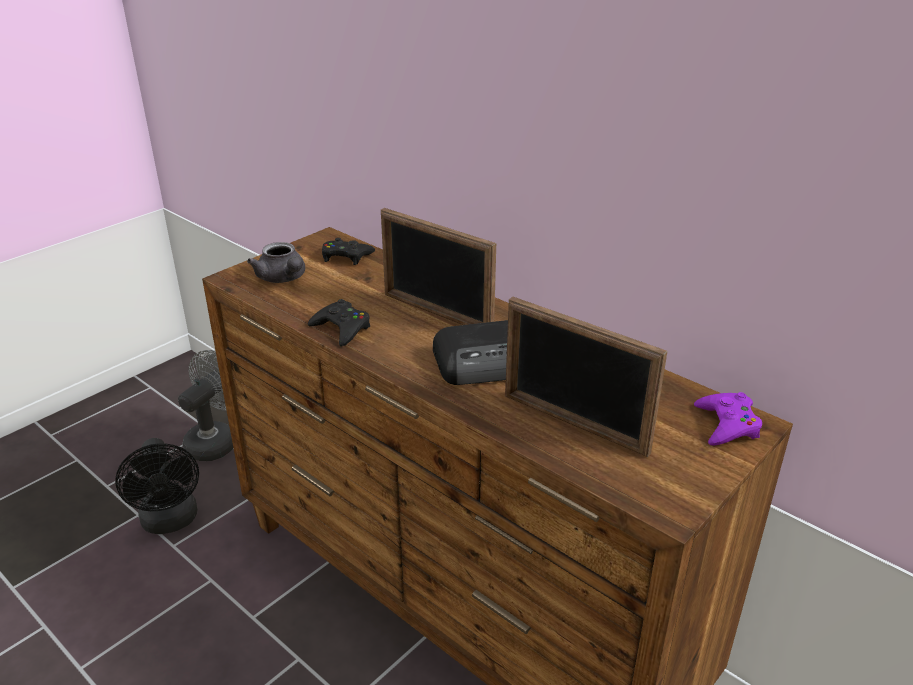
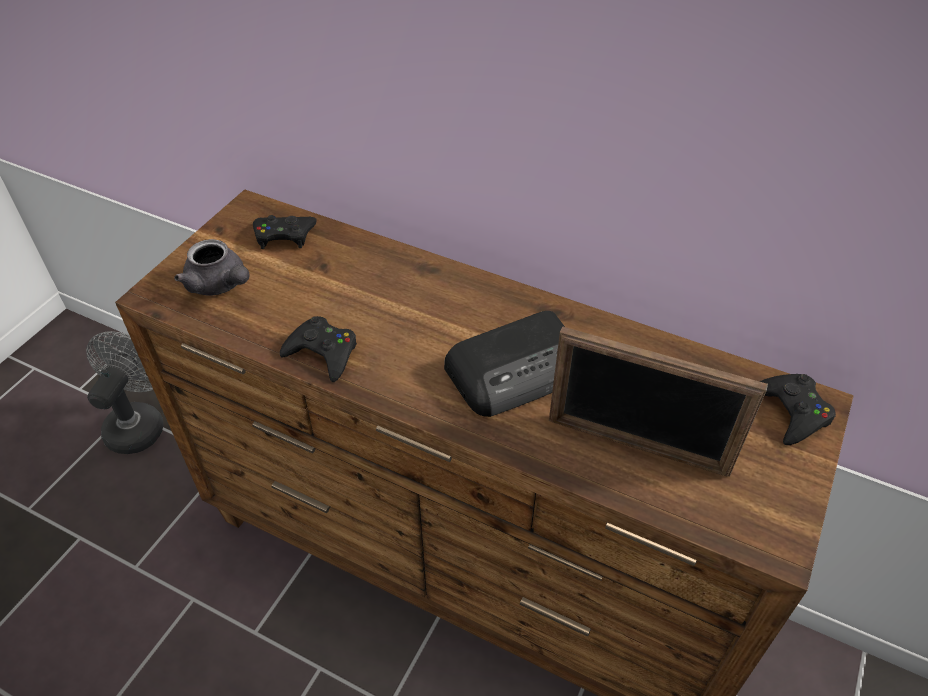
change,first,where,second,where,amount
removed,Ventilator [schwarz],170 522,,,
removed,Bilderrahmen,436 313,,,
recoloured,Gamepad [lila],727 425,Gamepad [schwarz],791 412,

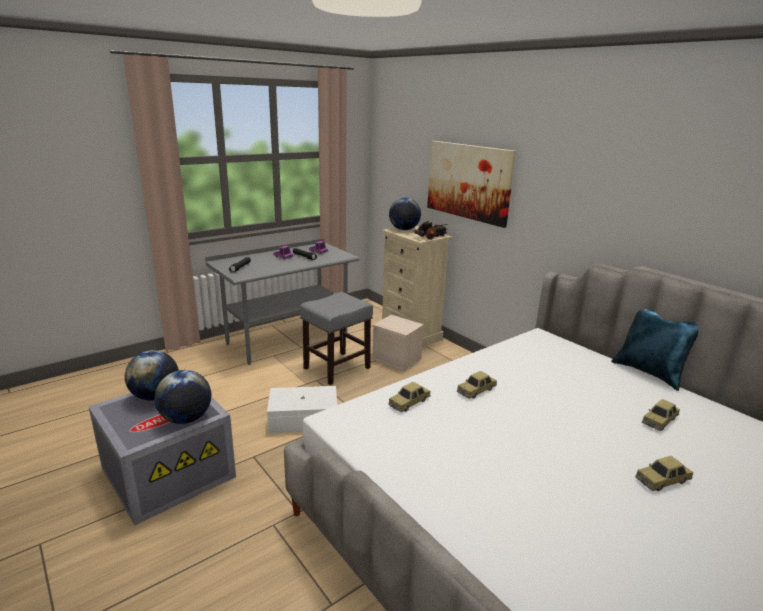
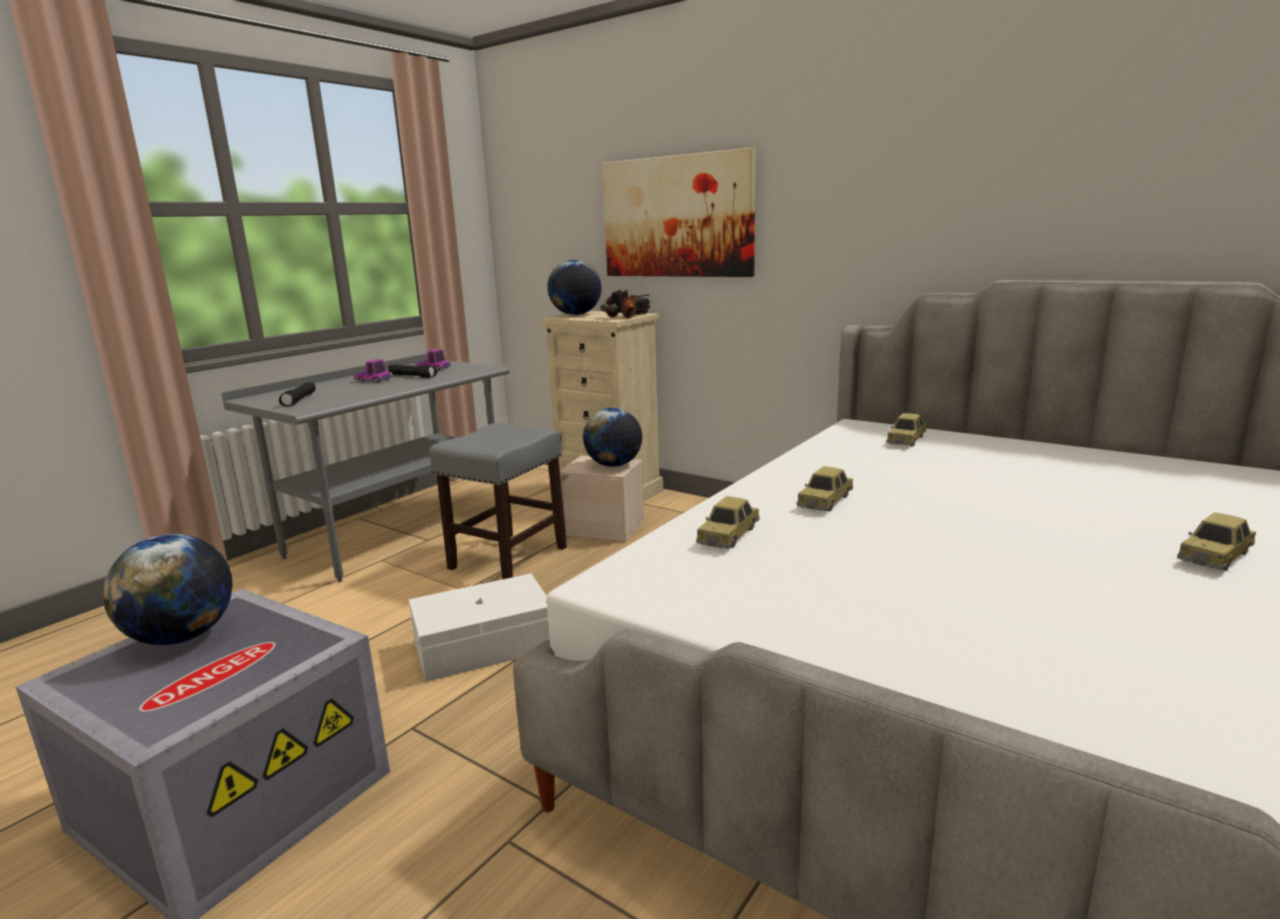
change,first,where,second,where,amount
moved,Globus,186 419,,614 465,
removed,Kissen [blau],649 373,,,
moved,Spielzeugauto,659 420,,906 440,

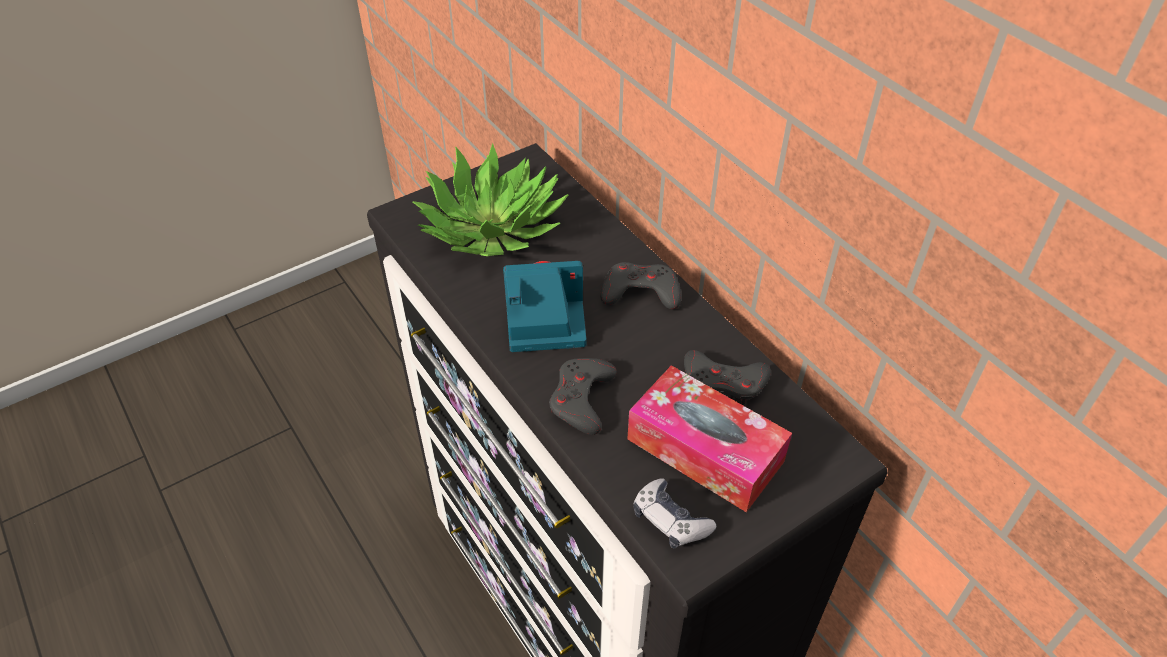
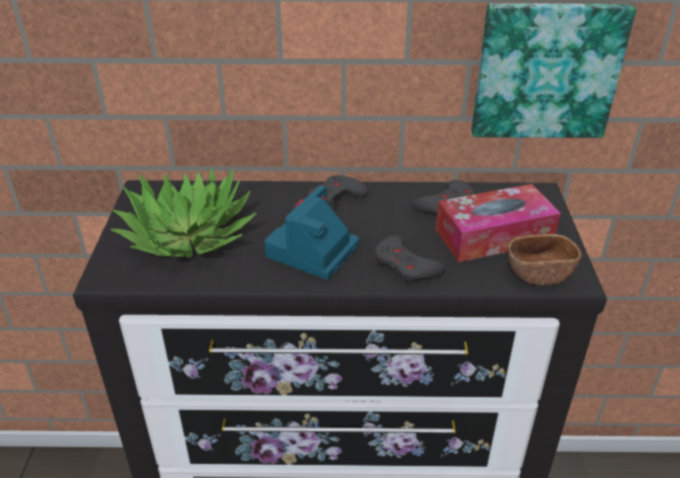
change,first,where,second,where,amount
replaced,Gamepad,670 520,Schüssel [braun],538 273,
added,,,Bild,546 70,

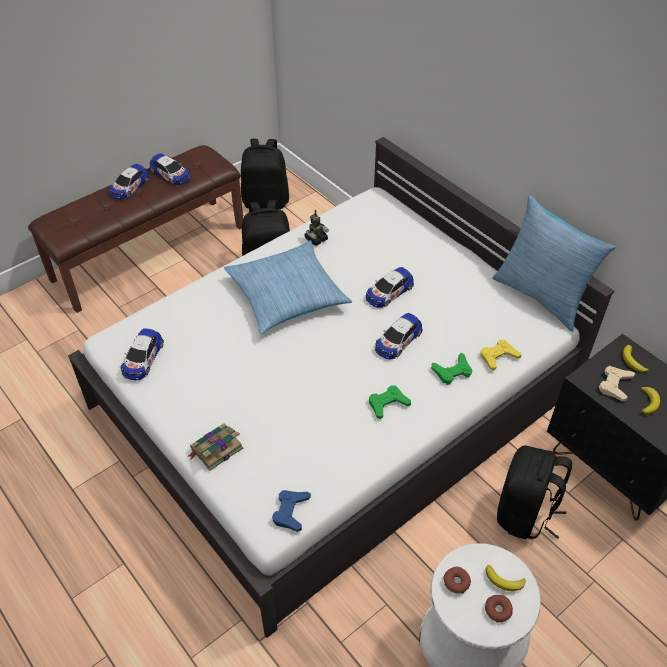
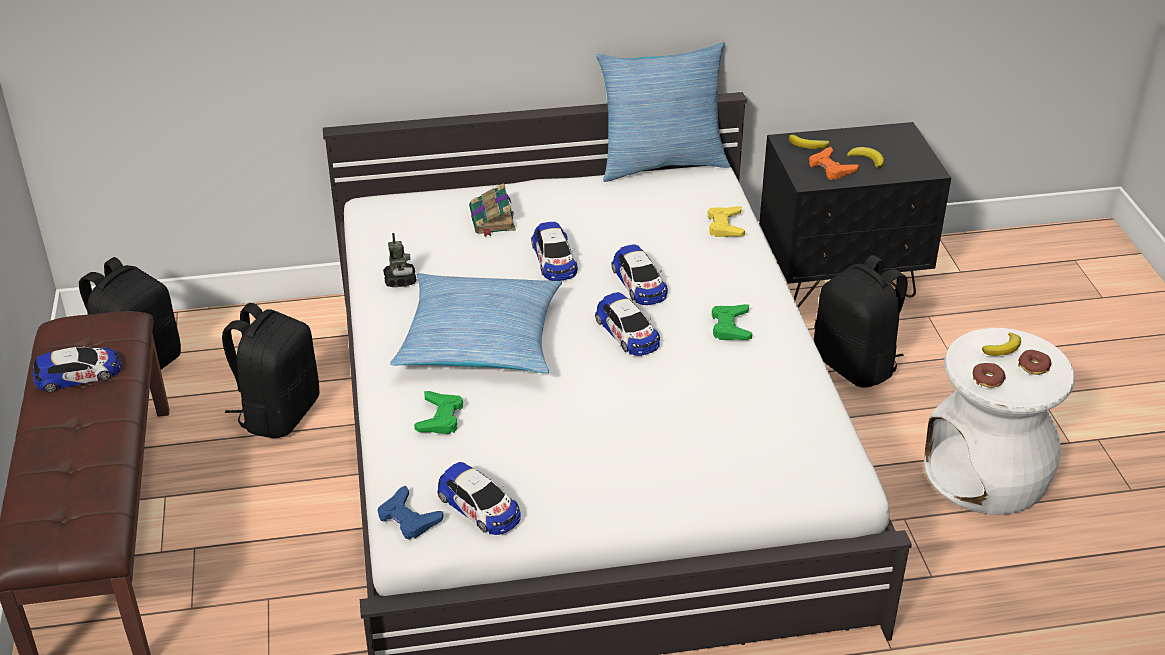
change,first,where,second,where,amount
moved,Spielzeugauto,129 186,,627 332,
moved,Buch,215 449,,492 220,
moved,Gamepad [blau],291 511,,408 518,
moved,Gamepad [grün],452 372,,440 417,
recoloured,Gamepad [beige],615 385,Gamepad [orange],831 168,

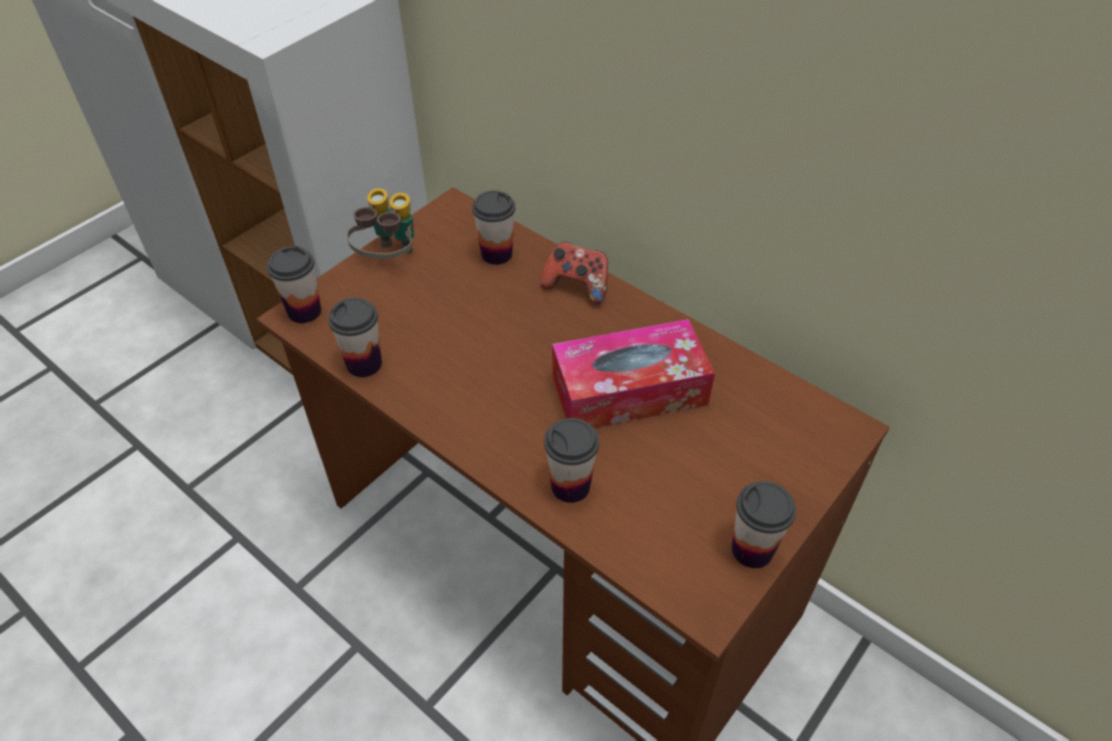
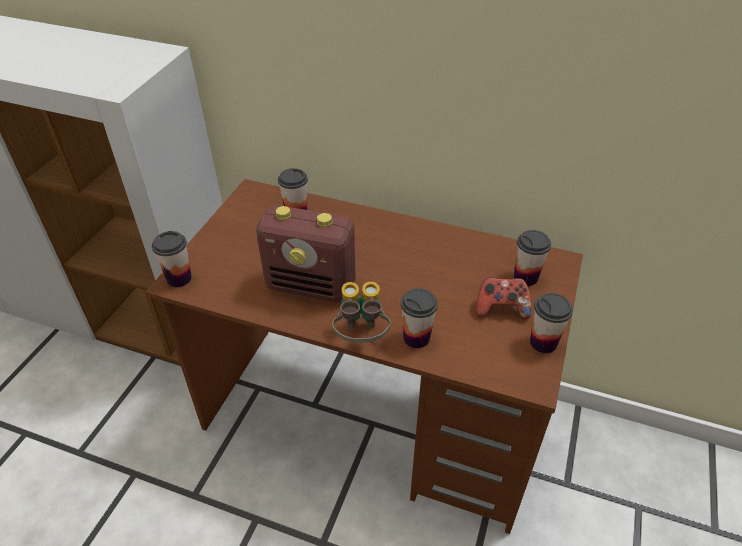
change,first,where,second,where,amount
moved,Tasse,364 364,,525 277,
moved,Fernglas,389 259,,361 337,
moved,Gamepad,577 286,,501 309,
removed,Taschentuchbox,629 390,,,
added,,,Radio,312 286,

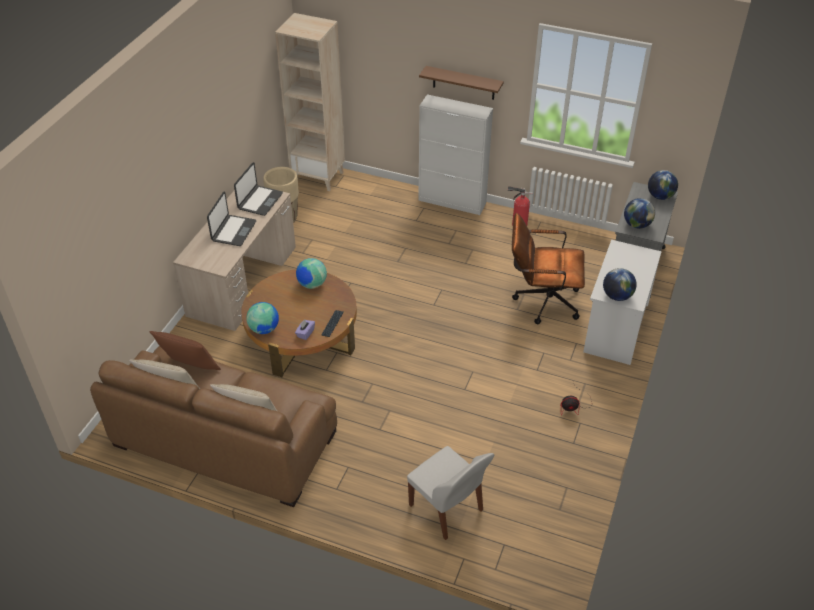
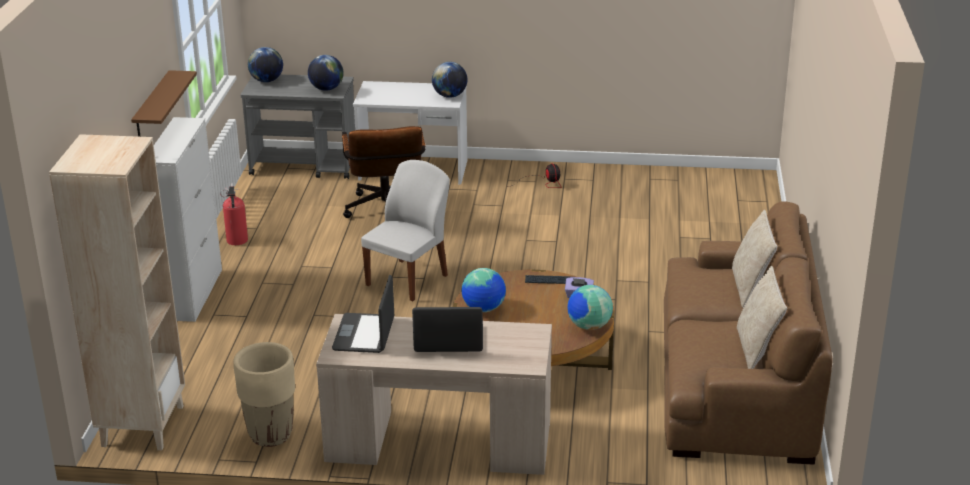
change,first,where,second,where,amount
removed,Kissen [braun],190 369,,,
turned,Laptop,259 201,,365 334,90 degrees counterclockwise
moved,Stuhl [weiß],447 509,,408 279,

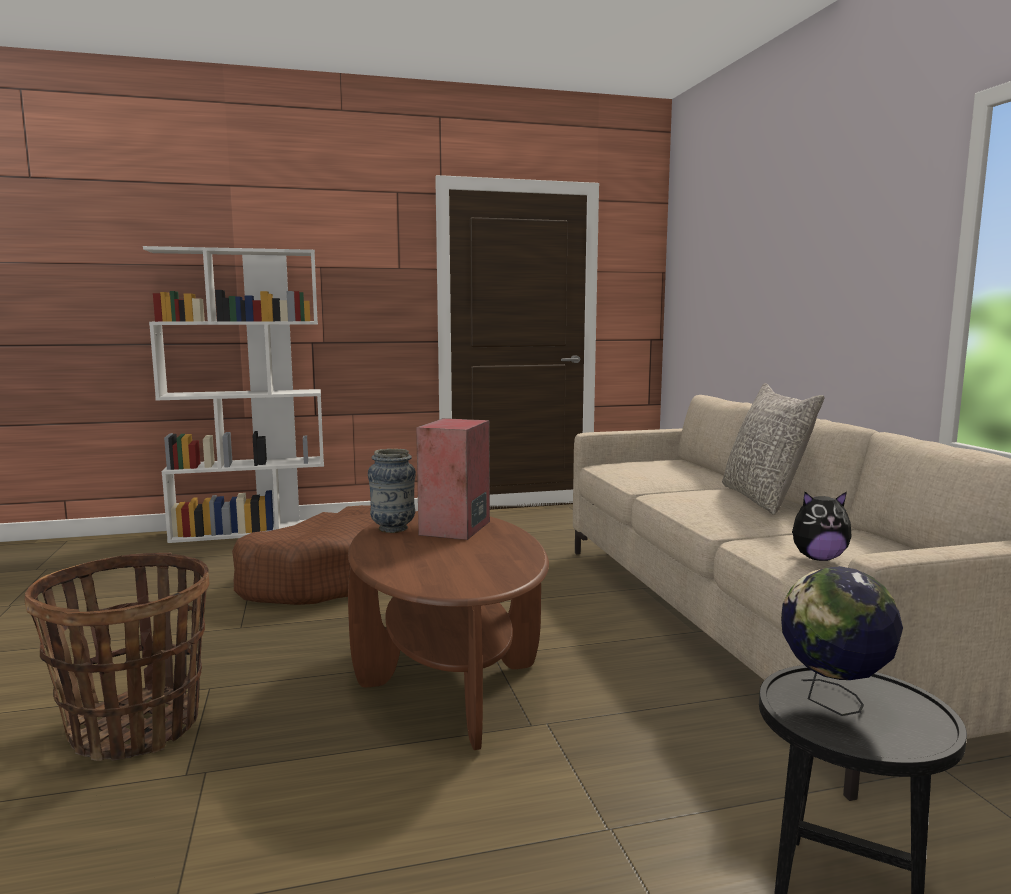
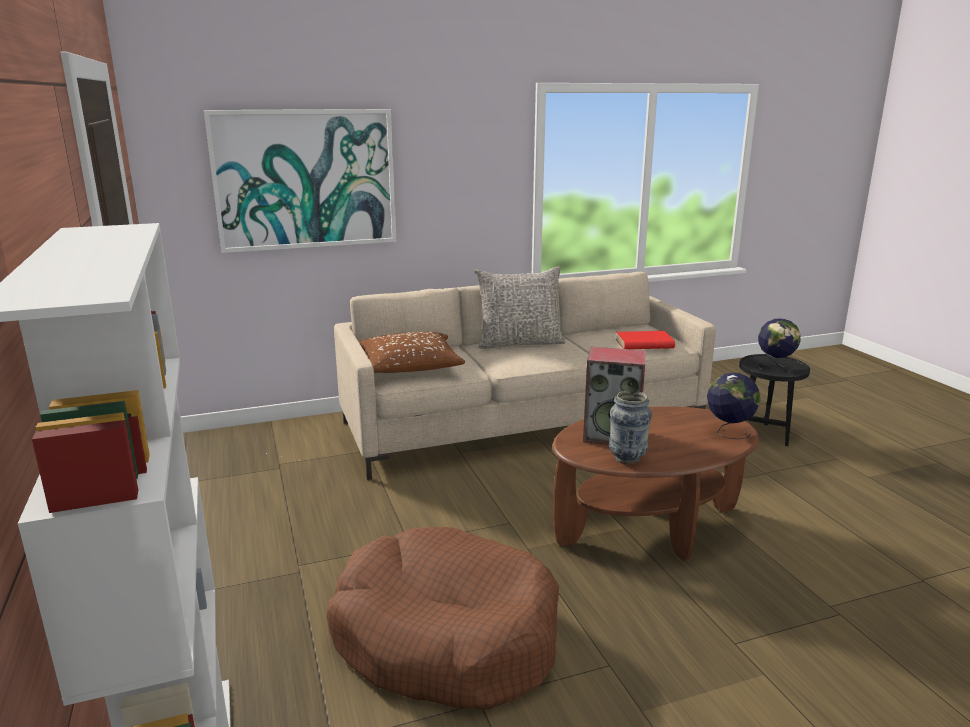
change,first,where,second,where,amount
removed,Korb,136 727,,,
replaced,Plüschtier,818 558,Buch [rot],643 344,
added,,,Bild,305 179,
added,,,Kissen [braun],409 367,
added,,,Globus,728 433,

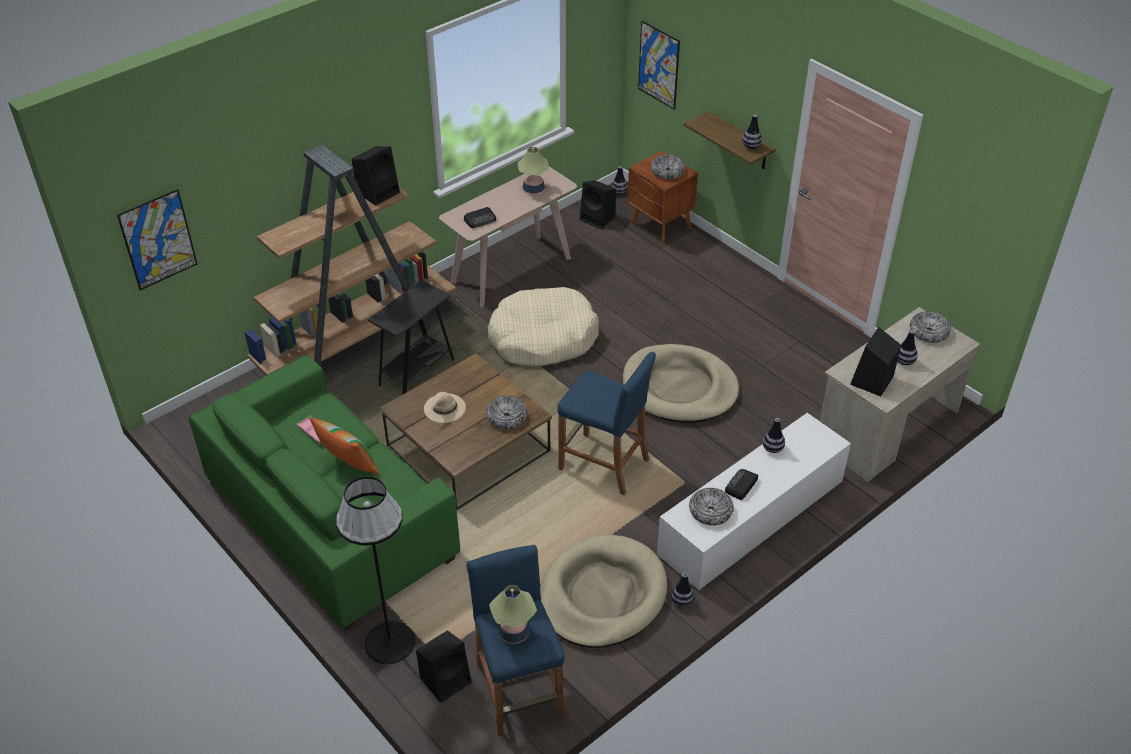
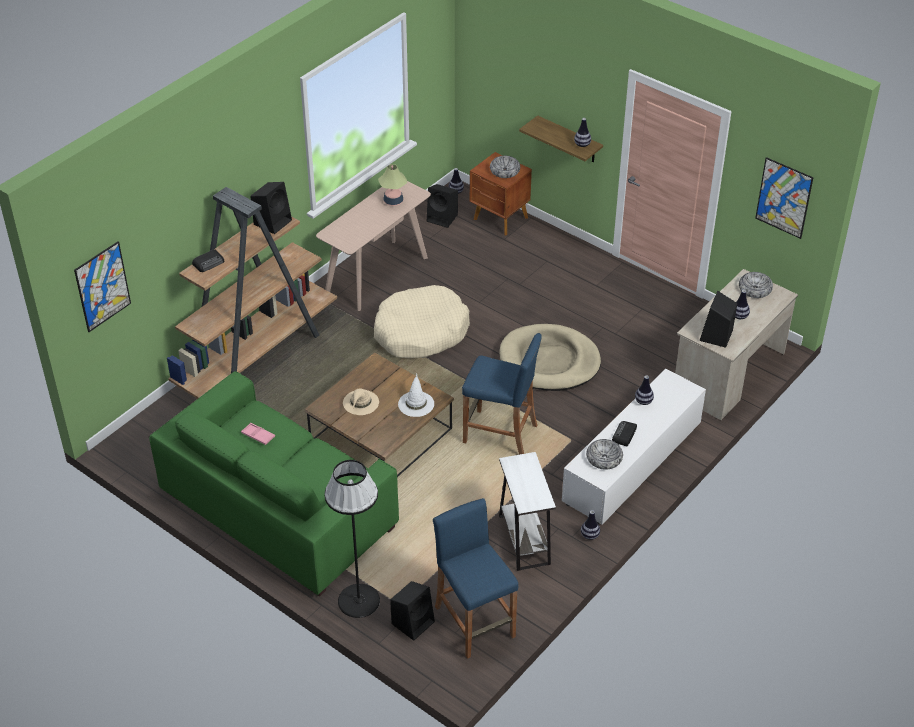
change,first,where,second,where,amount
removed,Kissen,348 466,,,
removed,Beistelltisch [schwarz],417 373,,,
moved,Radio,480 220,,209 263,
replaced,Schüssel,506 417,Hut [weiß],416 403,
removed,Tischlampe,514 632,,,
replaced,Hundebett [beige],602 595,Beistelltisch [weiß],524 539,
moved,Bild,658 65,,784 198,

